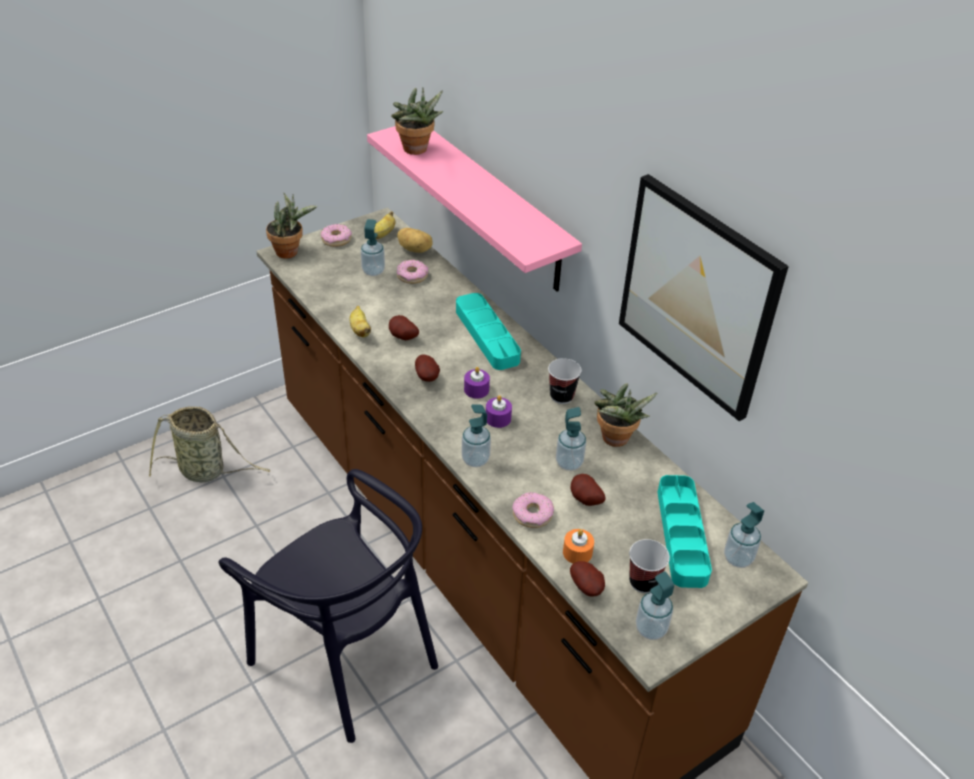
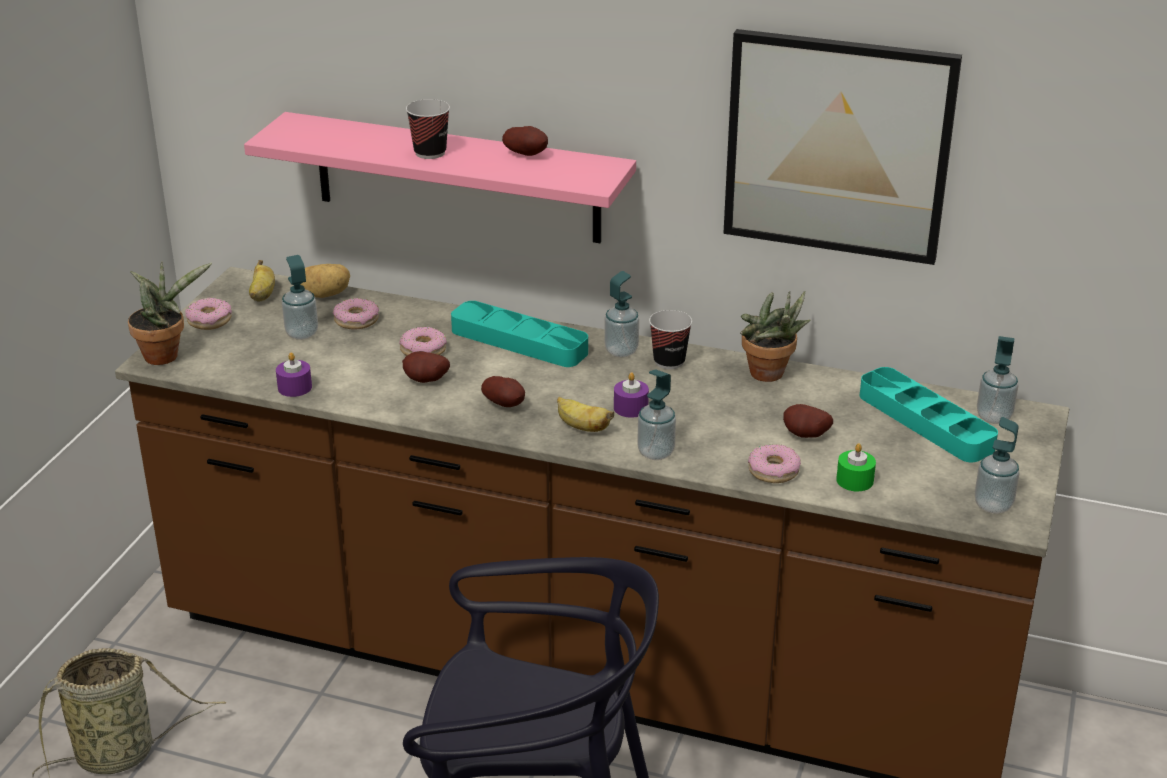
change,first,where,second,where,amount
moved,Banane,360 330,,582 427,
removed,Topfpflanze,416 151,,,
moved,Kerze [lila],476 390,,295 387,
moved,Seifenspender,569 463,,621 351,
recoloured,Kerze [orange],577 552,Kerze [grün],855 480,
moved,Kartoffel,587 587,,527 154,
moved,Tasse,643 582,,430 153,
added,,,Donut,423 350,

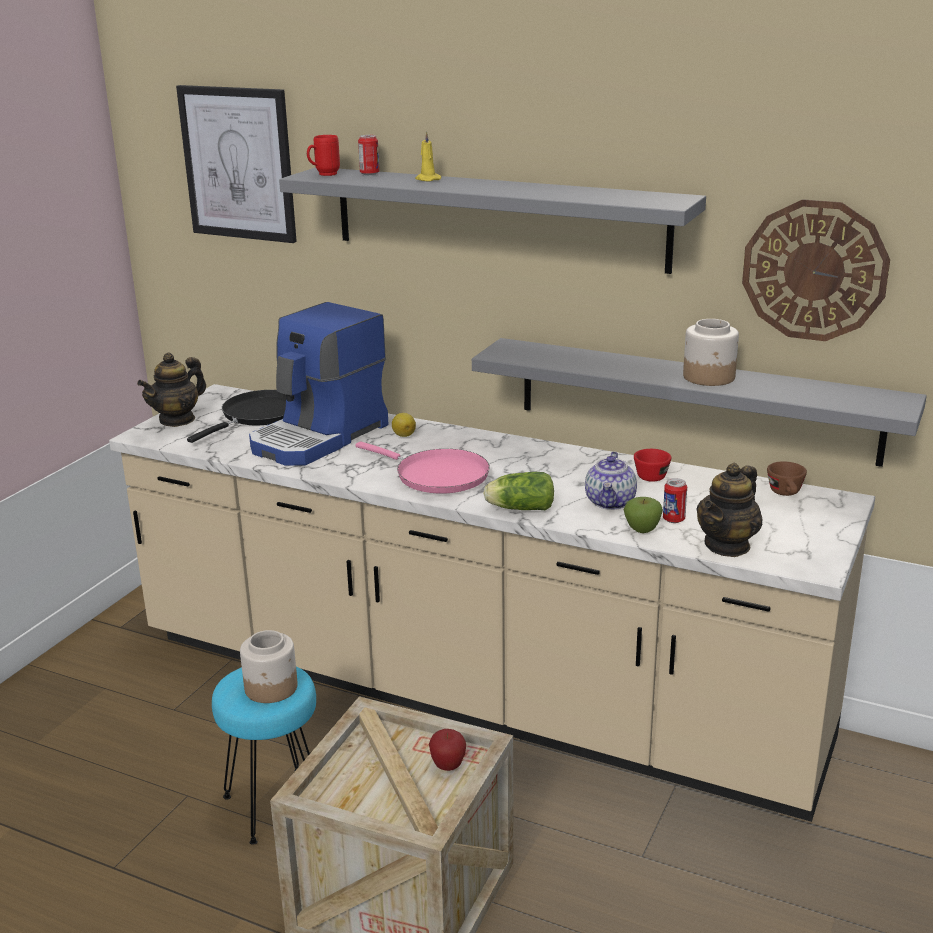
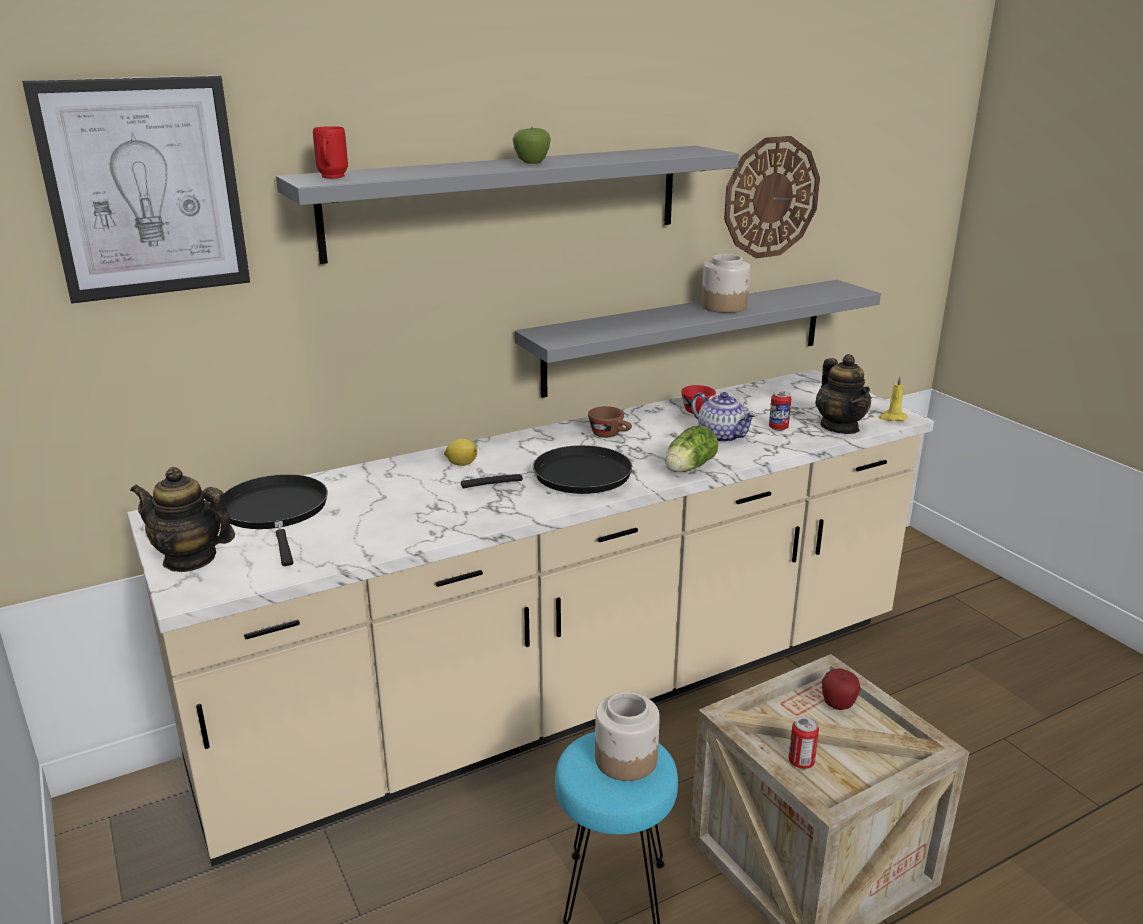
change,first,where,second,where,amount
turned,Teekanne,177 420,,190 559,120 degrees clockwise
removed,Kaffeemaschine,320 437,,,
recoloured,Pfanne [rosa],436 475,Pfanne [schwarz],573 477,
moved,Dose,369 174,,801 762,
moved,Kerze [gelb],427 179,,892 418,
moved,Apfel,642 530,,532 163,
moved,Tasse [braun],786 494,,610 435,

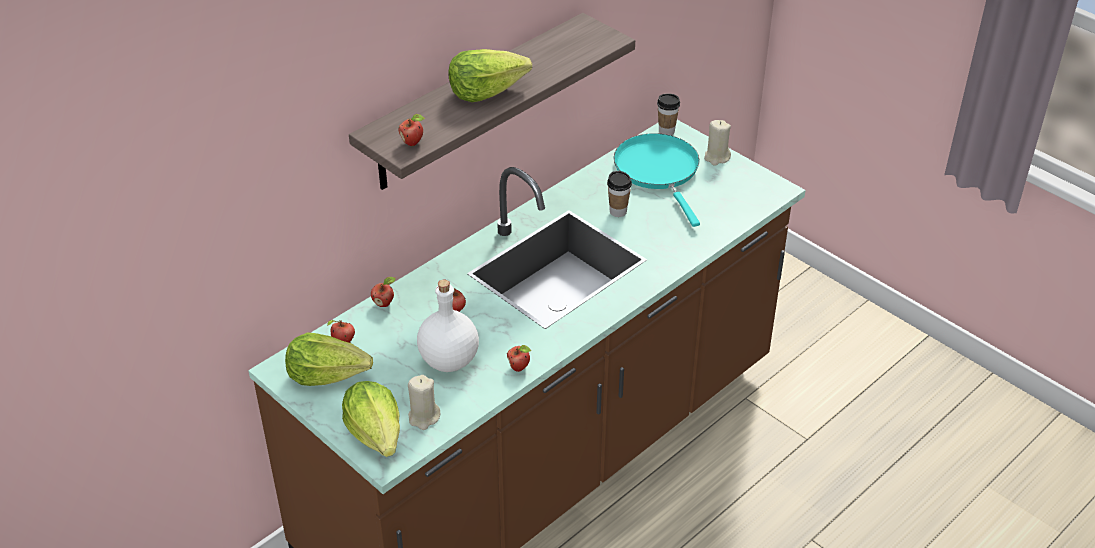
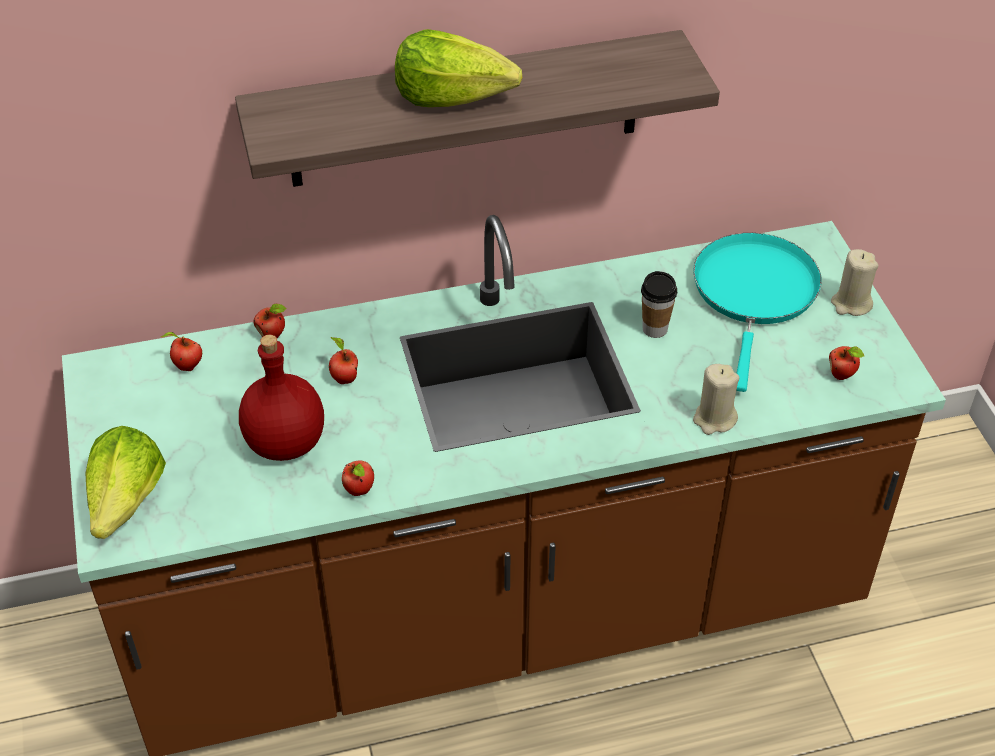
change,first,where,second,where,amount
removed,Salatkopf,327 374,,,
moved,Apfel,413 143,,842 375,
moved,Kerze [beige],424 417,,714 419,
recoloured,Flasche [weiß],448 361,Flasche [rot],284 443,
removed,Tasse,666 131,,,

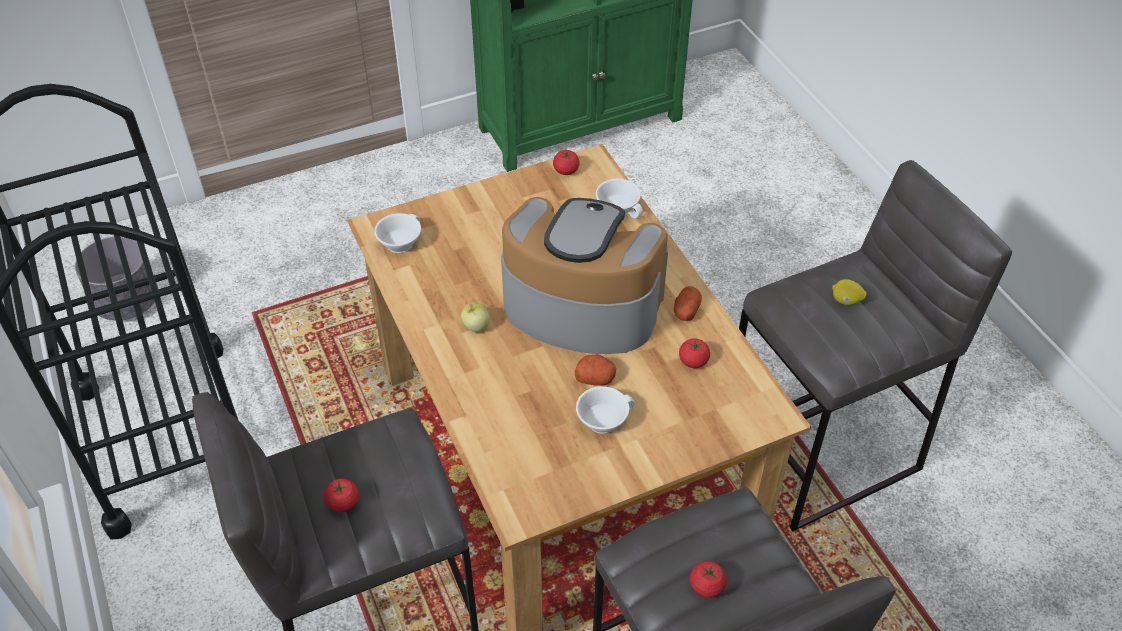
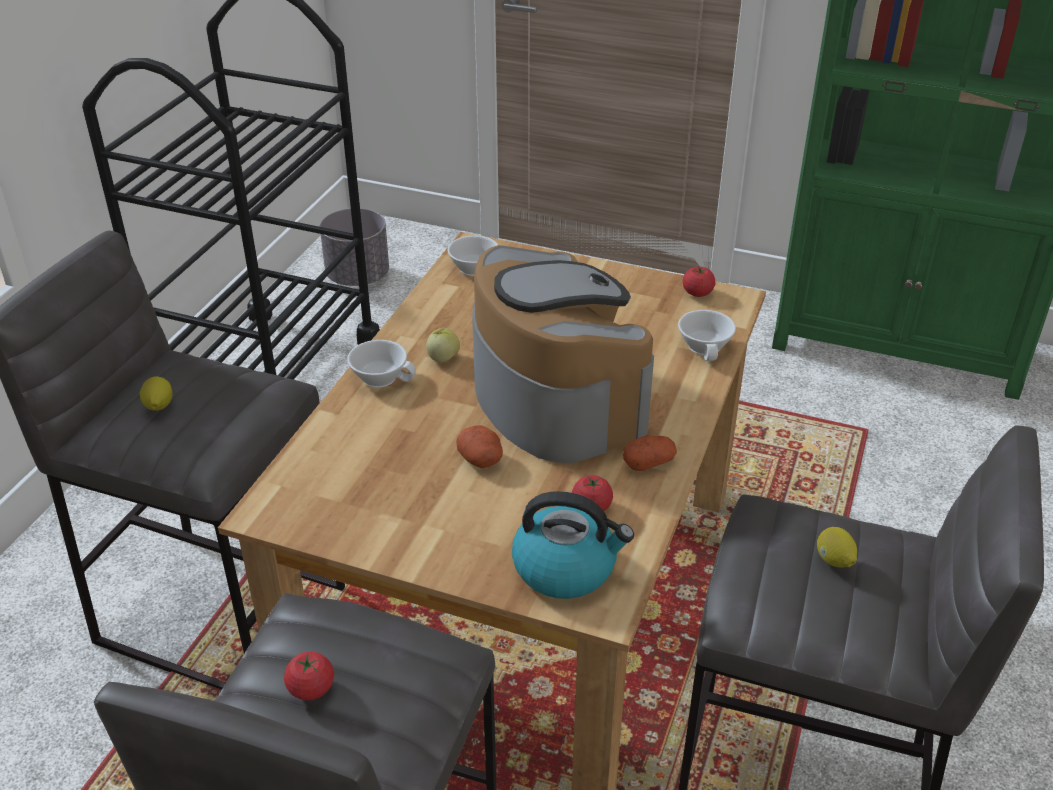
change,first,where,second,where,amount
replaced,Tomate,343 503,Zitrone,158 406,
moved,Tasse [weiß],602 418,,382 376,
added,,,Wasserkessel,566 568,

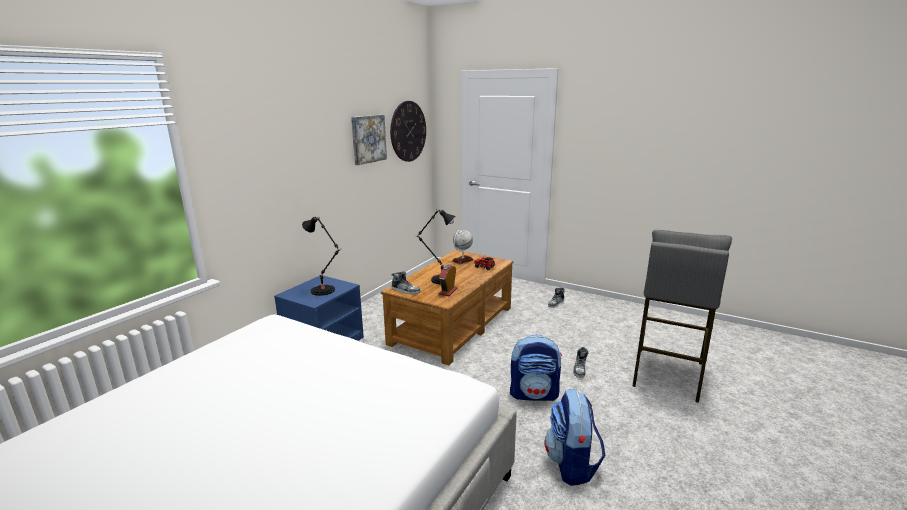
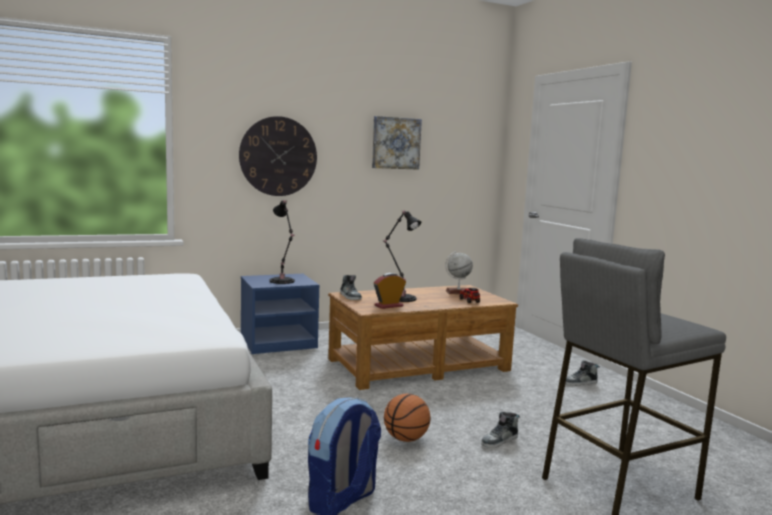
change,first,where,second,where,amount
moved,Wanduhr,408 131,,278 156,
replaced,Rucksack,534 394,Basketball,406 439,

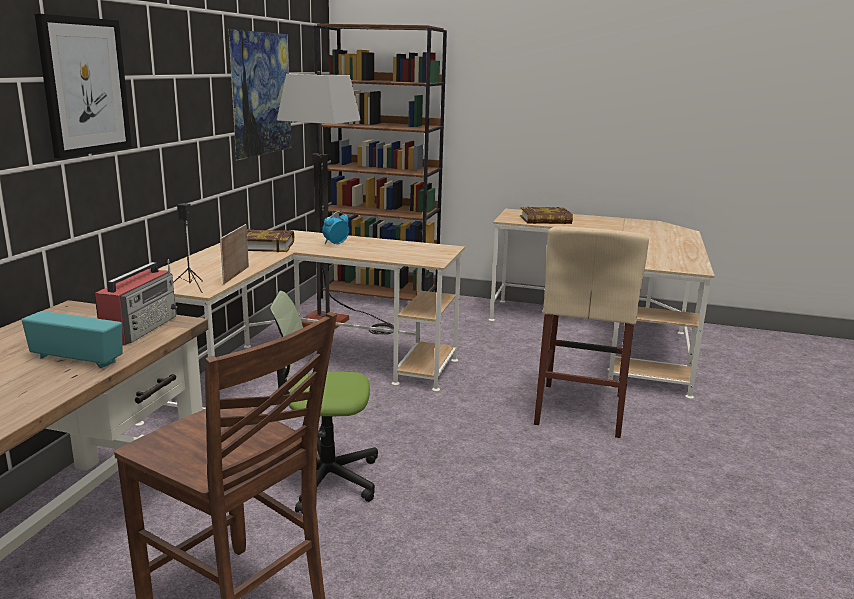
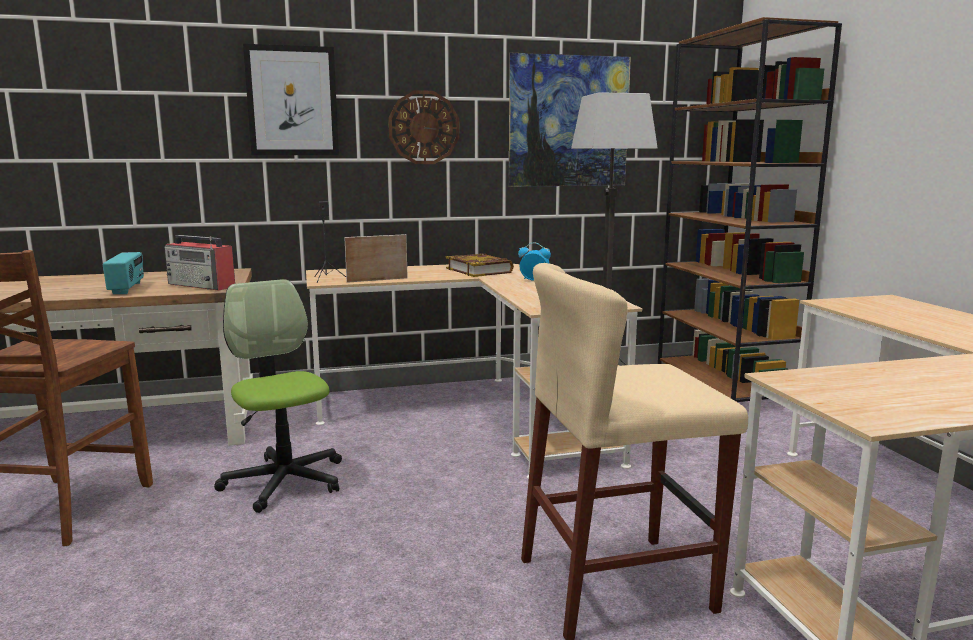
change,first,where,second,where,amount
turned,Radio,141 328,,202 286,45 degrees clockwise
removed,Buch,545 220,,,
added,,,Wanduhr,424 127,

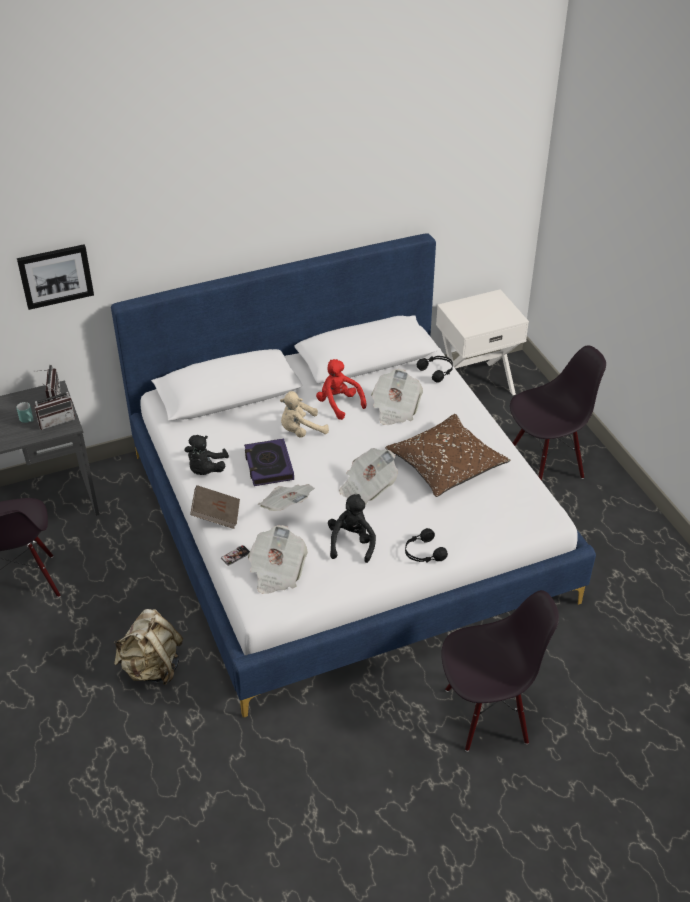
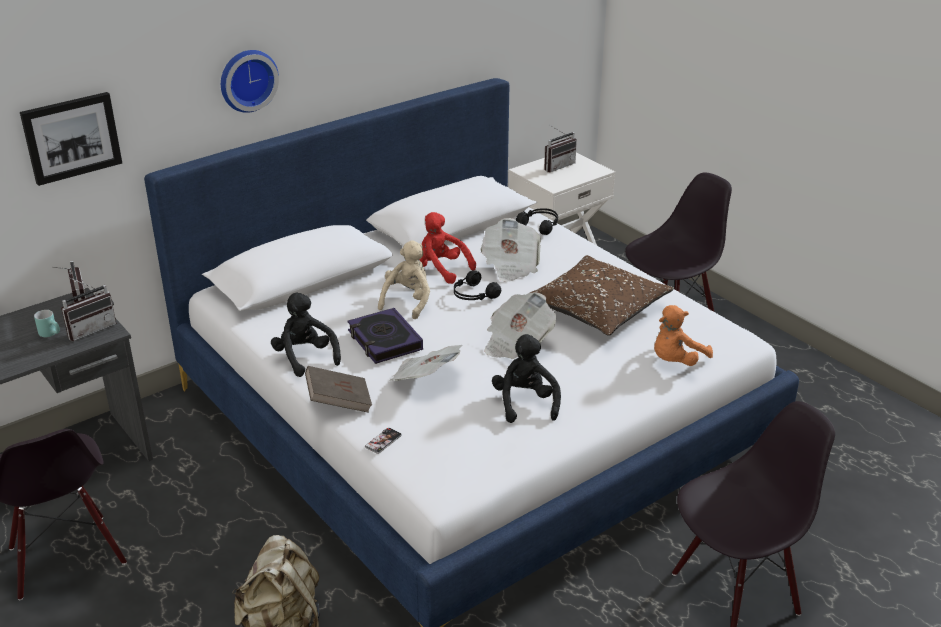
change,first,where,second,where,amount
turned,Plüschtier [schwarz],205 470,,305 357,150 degrees clockwise
removed,Zeitung,276 572,,,
turned,Plüschtier [beige],301 430,,408 301,150 degrees clockwise
moved,Kopfhörer [schwarz],423 553,,473 295,
added,,,Wanduhr,247 79,
added,,,Radio,557 166,
added,,,Plüschtier [orange],676 361,

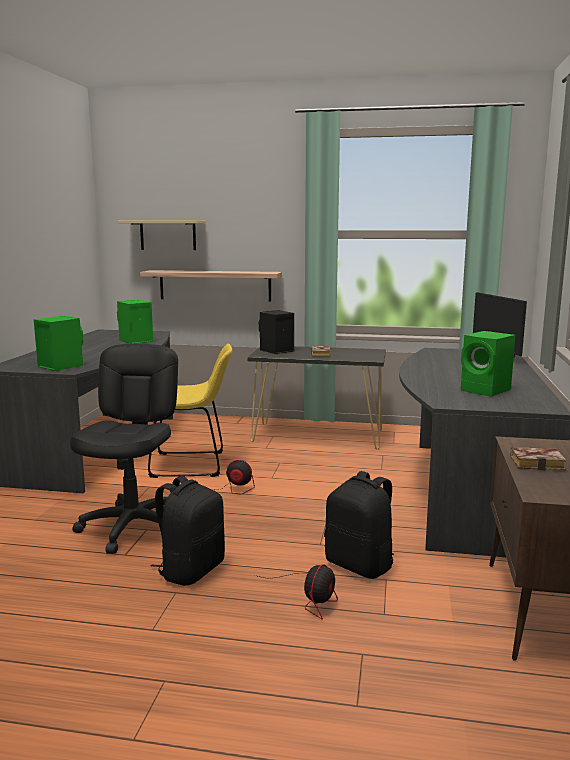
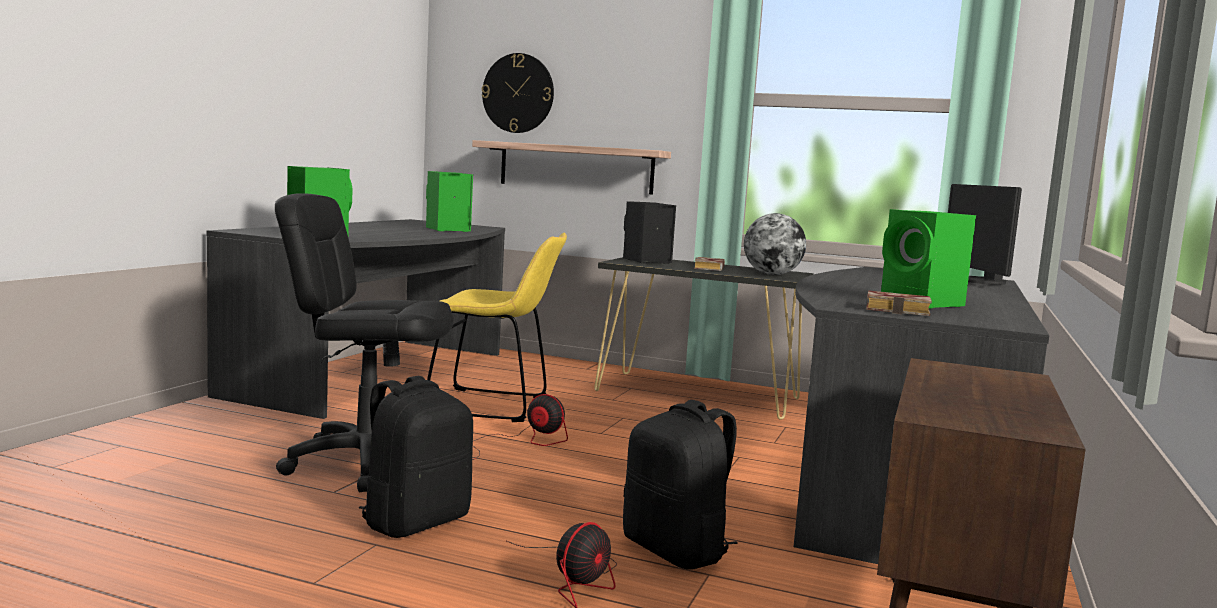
change,first,where,second,where,amount
turned,Bürostuhl [schwarz],133 527,,366 463,105 degrees counterclockwise
replaced,Wandregal [beige],168 235,Wanduhr,518 93,
moved,Buch,538 463,,900 310,
added,,,Globus,772 274,

